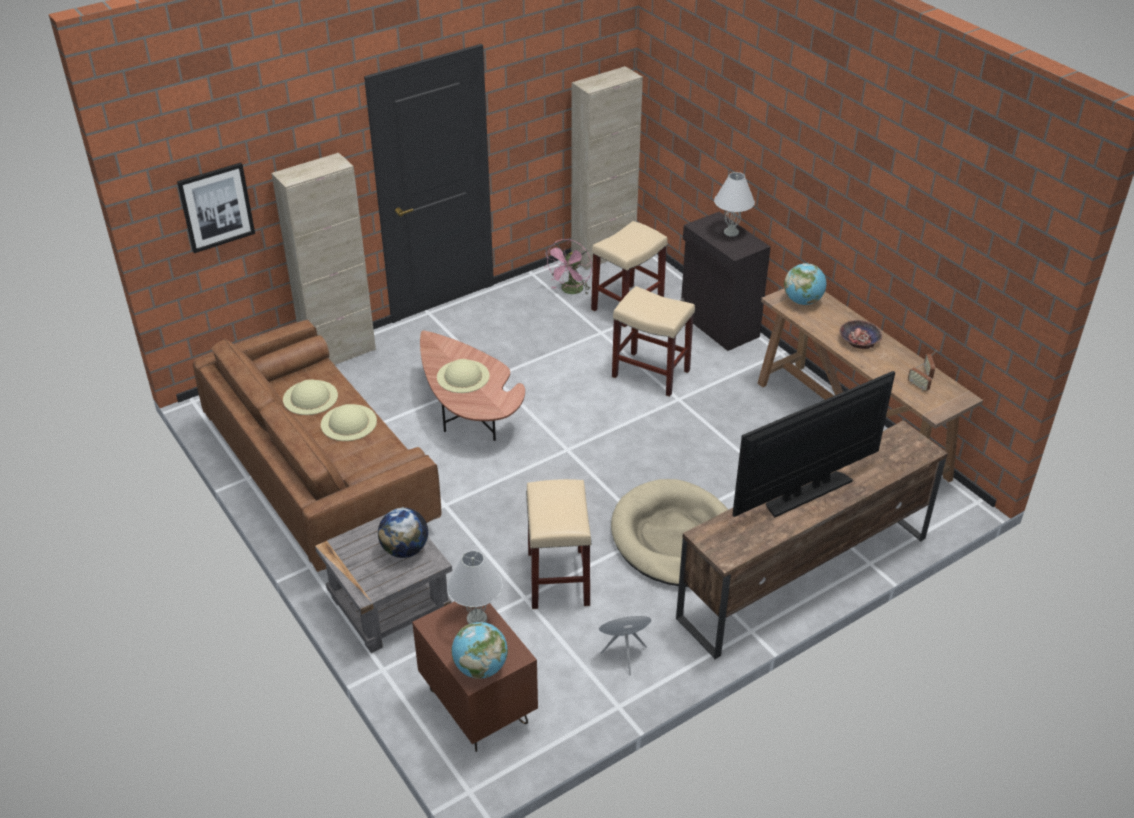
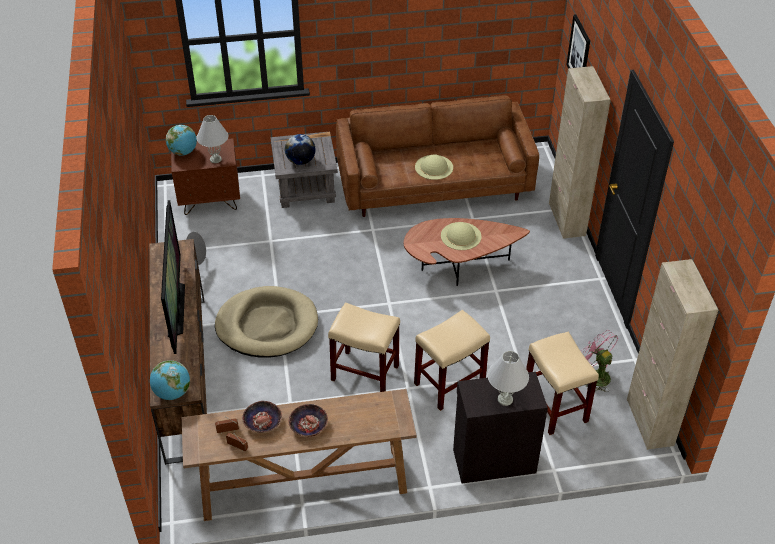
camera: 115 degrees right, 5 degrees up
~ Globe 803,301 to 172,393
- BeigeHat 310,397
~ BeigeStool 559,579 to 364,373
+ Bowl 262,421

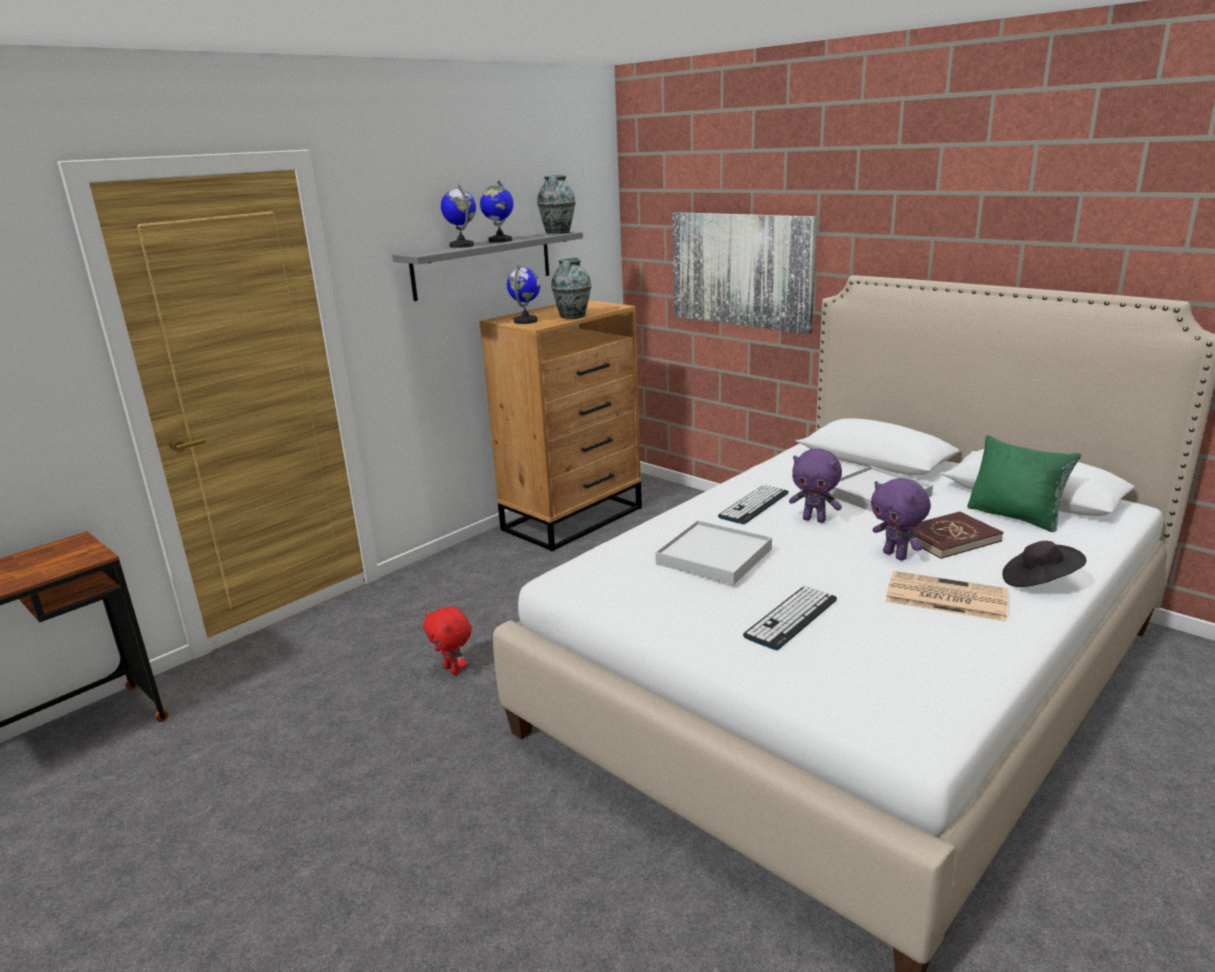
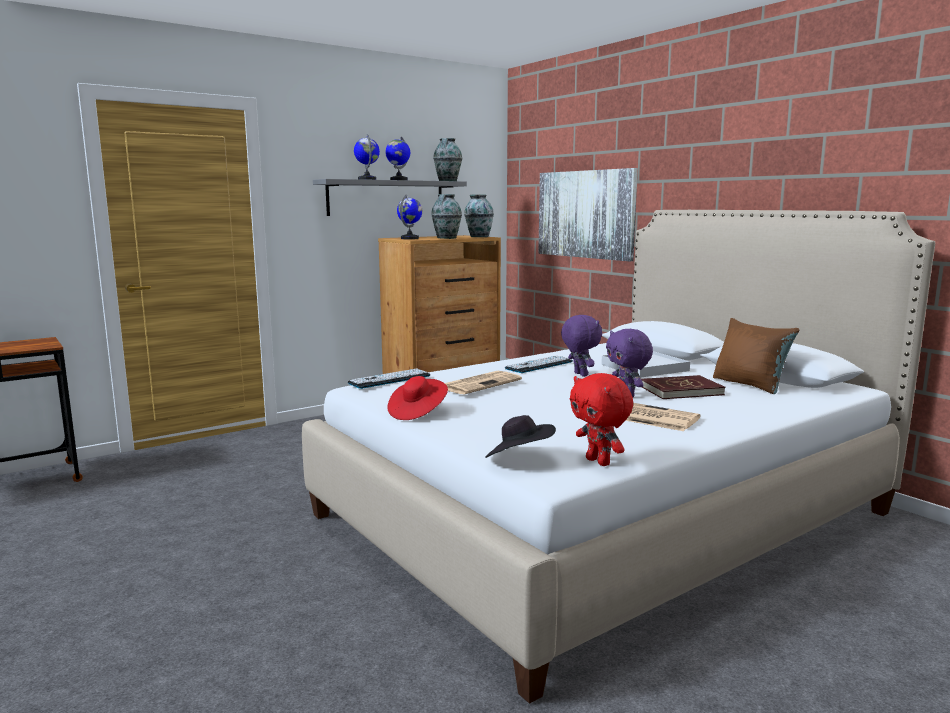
camera: 10 degrees right, 10 degrees down
~ GreenPillow 1015,516 to BrownPillow 750,385
~ PurplePlushToy 814,519 = 579,374 150 degrees counterclockwise
~ WhiteTray 714,556 to Newspaper 480,383
~ BlackHat 1038,582 to 519,458
~ Keyboard 791,618 to 390,380
~ RedPlushToy 453,670 to 599,462
+ Vase 479,237
+ RedHat 417,413

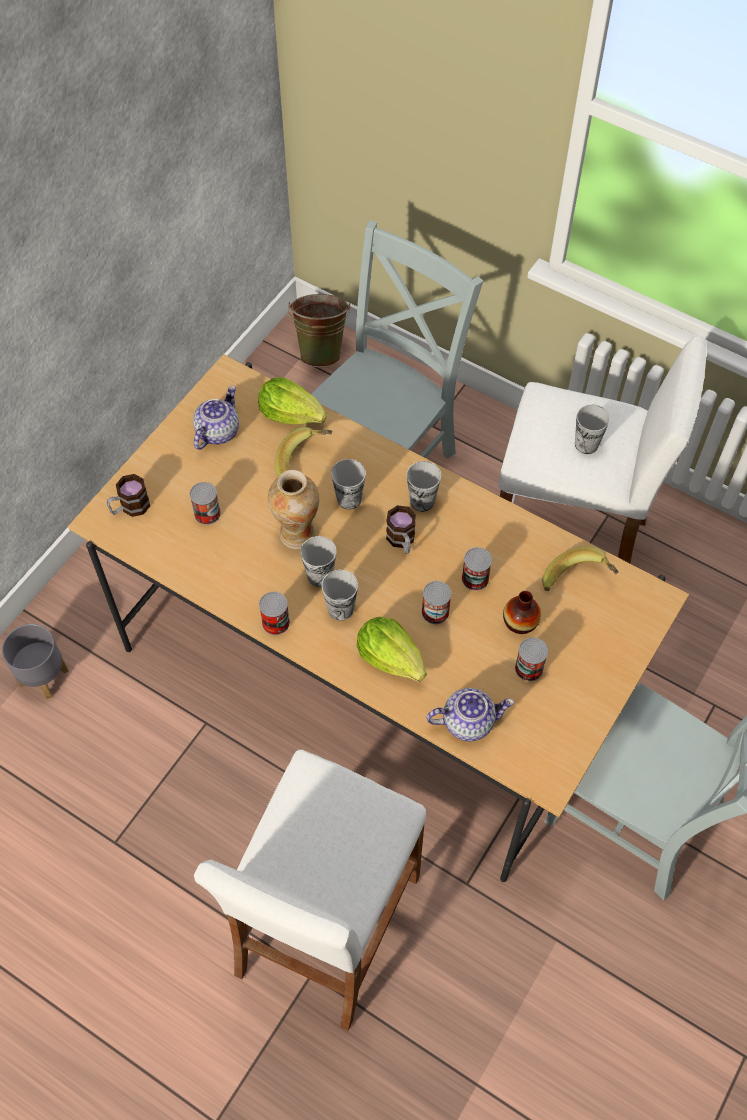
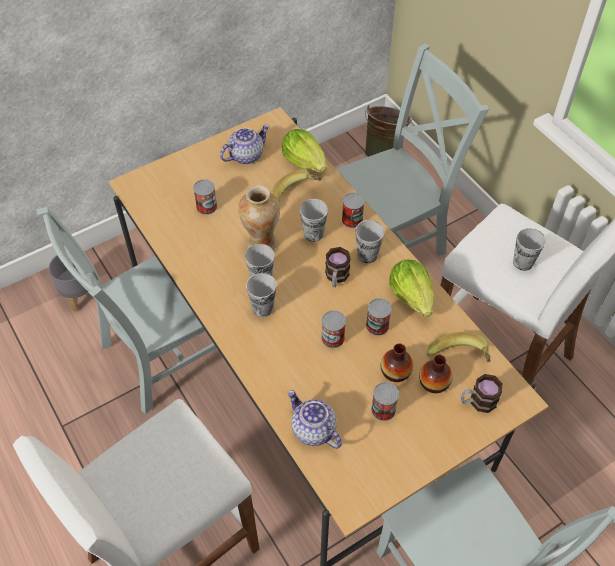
camera: 25 degrees right, 5 degrees down
~ Mug 130,507 to 477,401
~ Can 275,622 to 352,220
~ Lettuce 391,658 to 412,296
~ Teapot 468,721 = 312,430 150 degrees counterclockwise
+ GreyChair 161,356
+ Vase 434,382

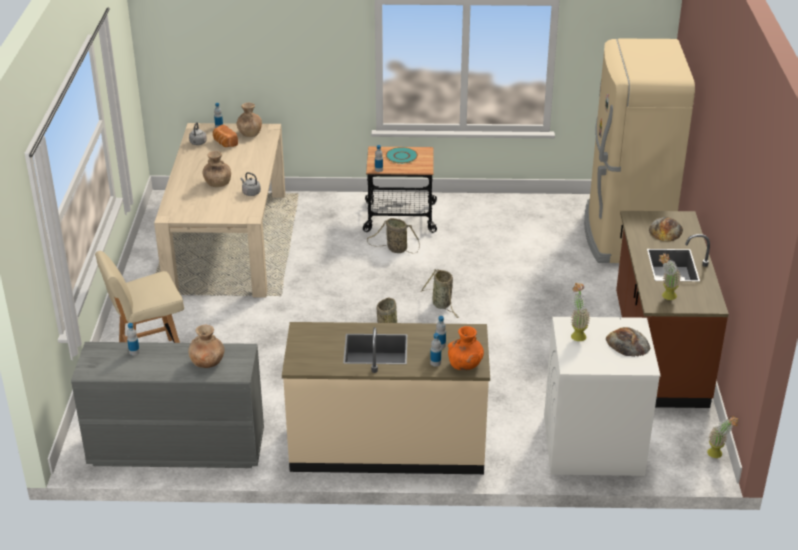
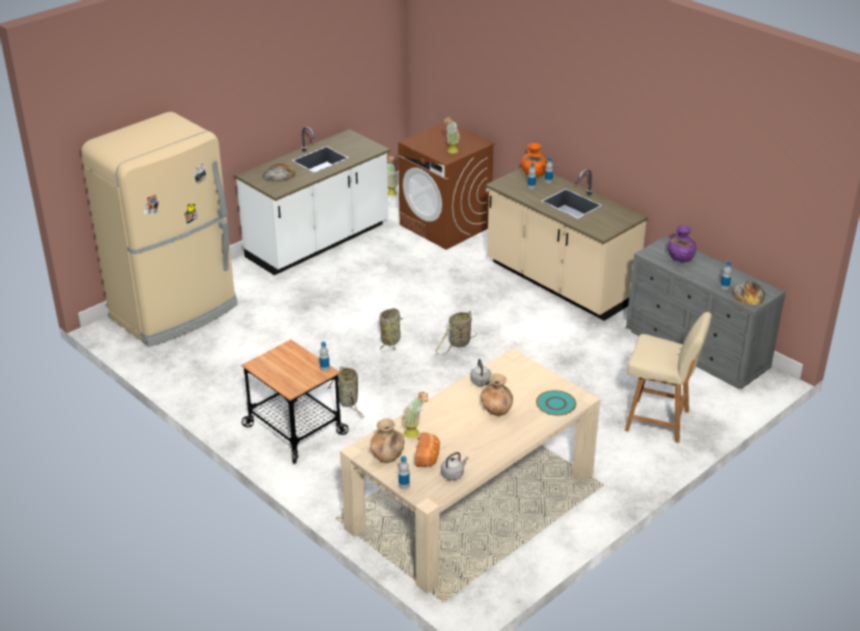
camera: 135 degrees left, 0 degrees up
~ TurquoisePlate 401,156 to 556,404
~ BrownCounter 658,351 to WhiteCounter 318,242
~ PottedPlant 666,297 to 415,434
~ WhiteWashingMachine 592,445 to BrownWashingMachine 445,226
~ BrownVase 207,362 to PurpleVase 680,258
~ Bread 627,343 to 748,294

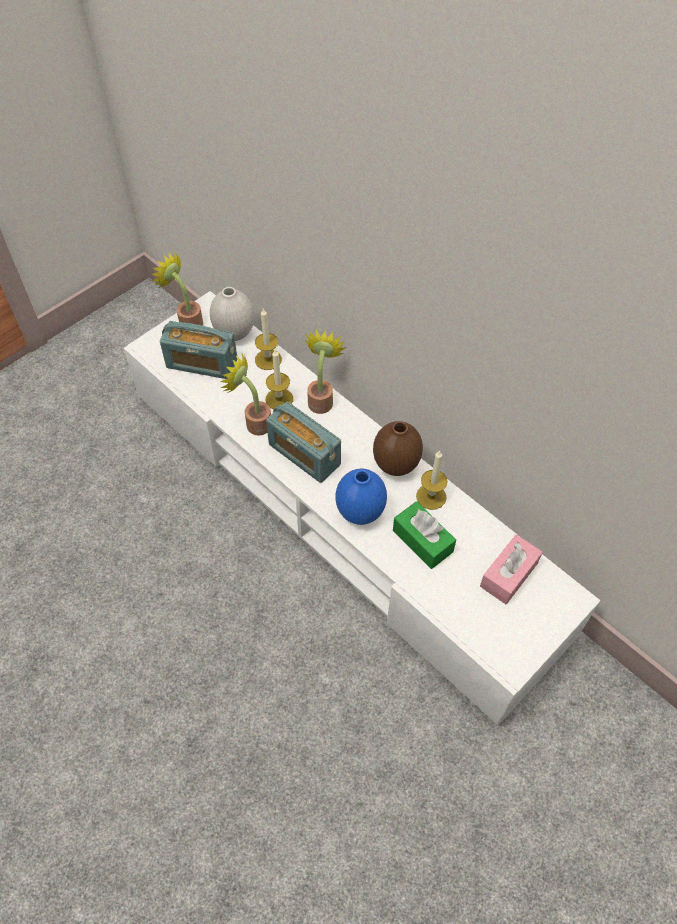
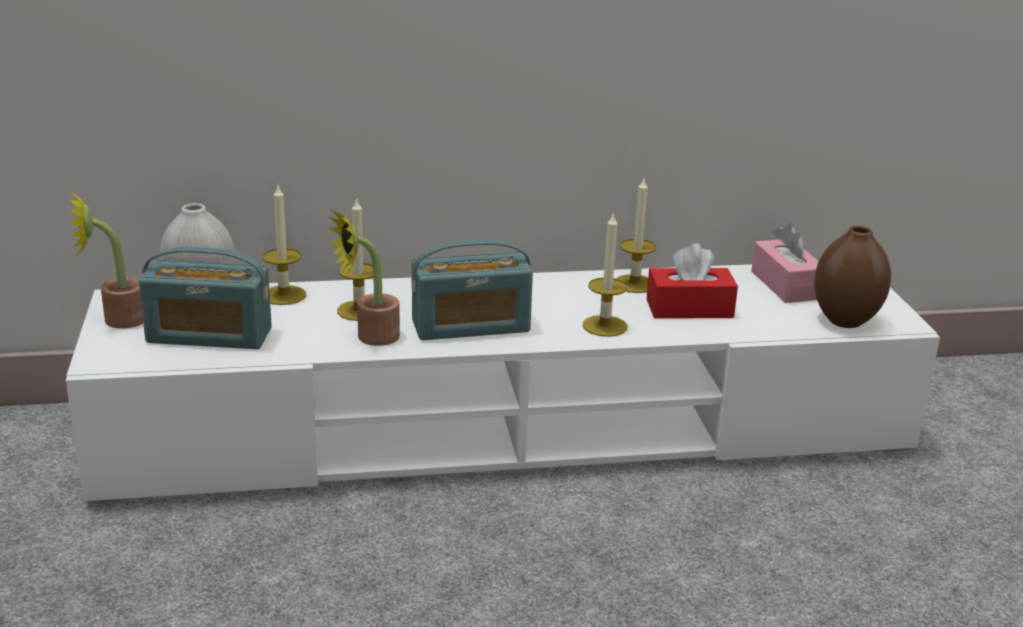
camera: 55 degrees left, 30 degrees down
~ Radio 202,364 = 209,336 45 degrees clockwise
- PottedPlant 321,399
~ BrownVase 396,465 to 845,321
~ BlueVase 360,512 to Candle 605,326
~ GreenTissueBox 422,541 to RedTissueBox 689,308

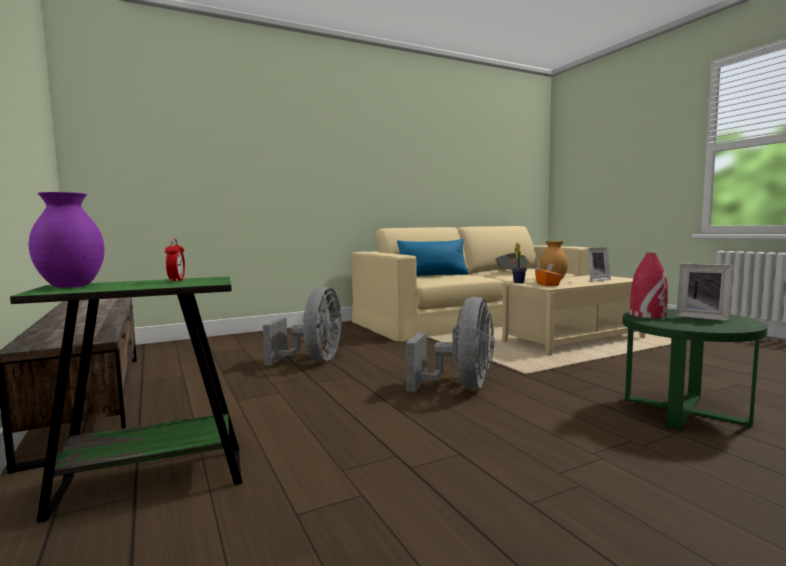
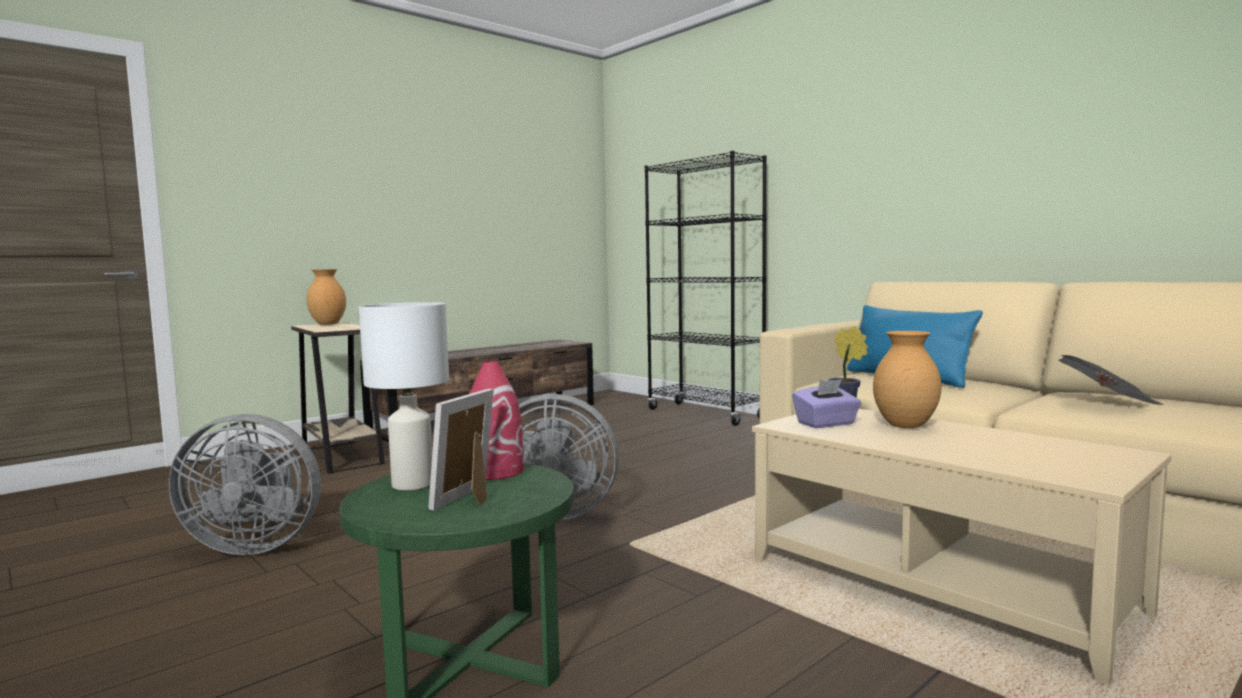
camera: 75 degrees right, 0 degrees up
~ PurpleVase 70,286 to BrownVase 327,324
- AlarmClock 176,281
- PictureFrame 596,280
~ OrangeTissueBox 548,285 to PurpleTissueBox 826,424
~ GreenSideTable 152,481 to BeigeSideTable 341,456
~ GreyFan 314,360 to 255,545
+ BlackBookcase 705,414
+ WhiteTableLamp 413,484

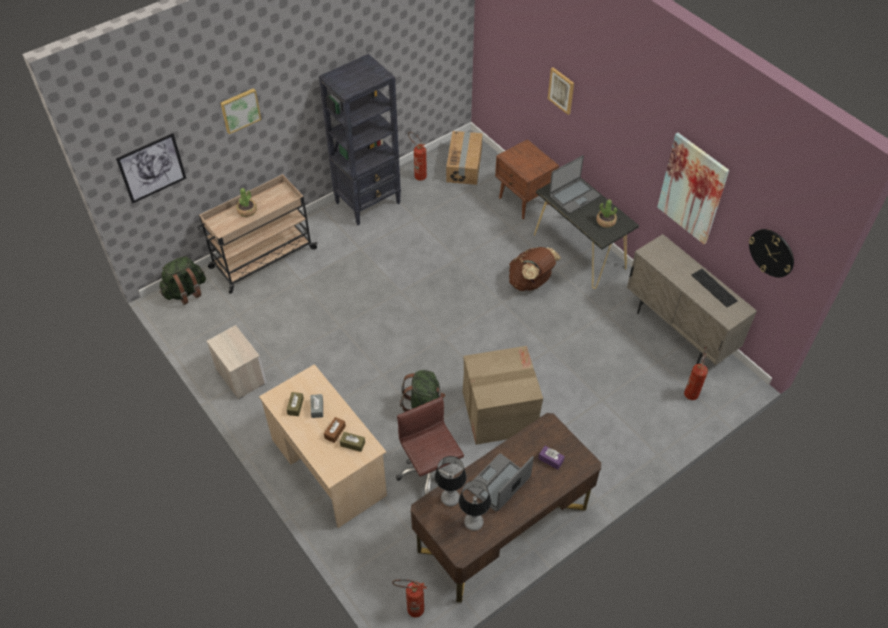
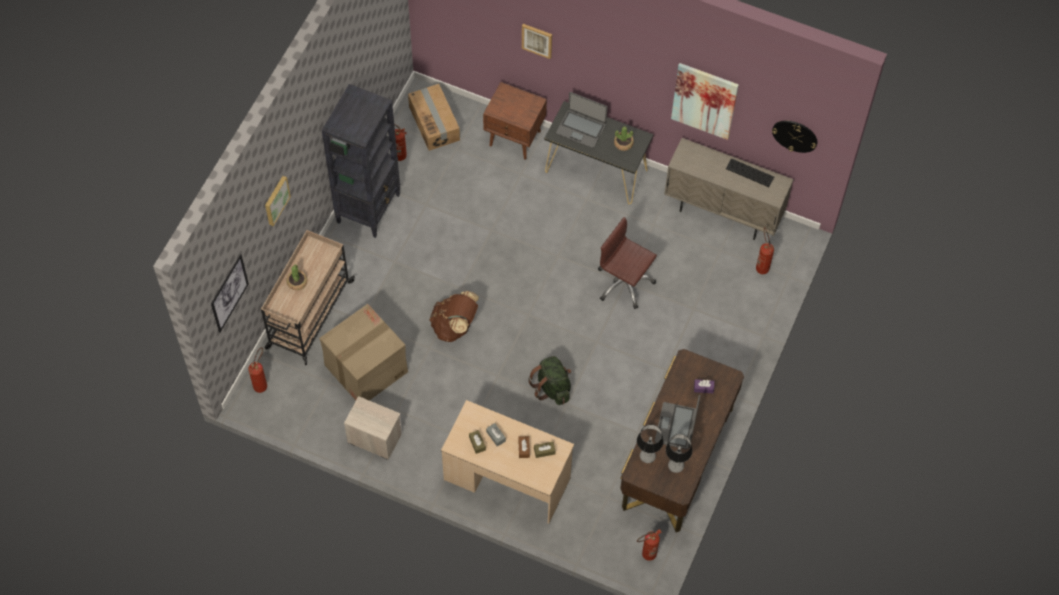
camera: 30 degrees left, 10 degrees up
~ Laptop 574,196 = 581,129 90 degrees clockwise
~ BrownBackpack 531,282 to 455,326
~ GreenBackpack 185,292 to FireExtinguisher 262,383
~ CardboardBox 498,412 to 365,369
~ BrownOfficeChair 430,473 to 624,283

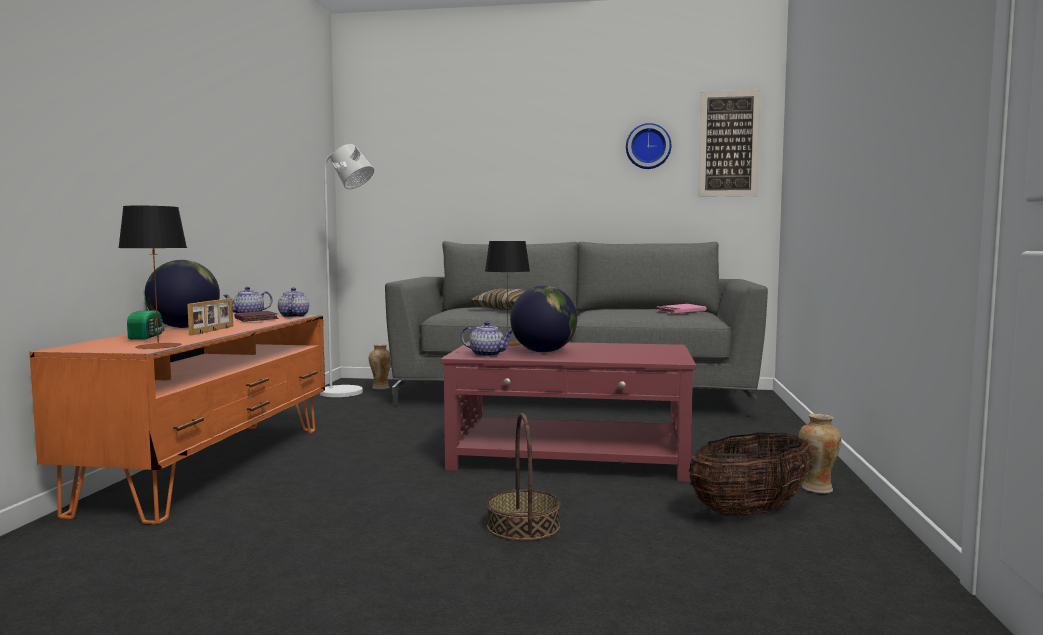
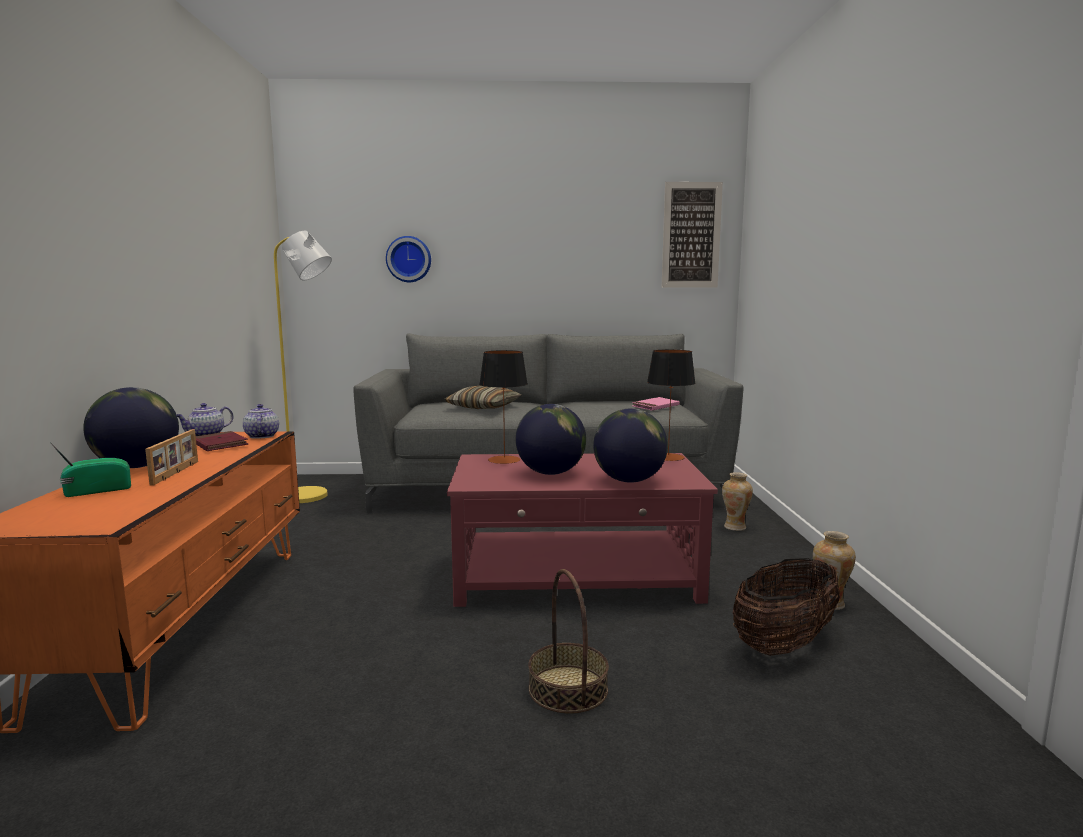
camera: 10 degrees left, 5 degrees up
~ WallClock 648,146 to 409,259
~ WhiteFloorLamp 348,393 to YellowFloorLamp 312,497
~ TableLamp 158,346 to 668,457
~ Radio 147,336 = 96,490 105 degrees counterclockwise
- Teapot 488,354
~ Vase 381,388 to 735,527
+ Globe 629,480

